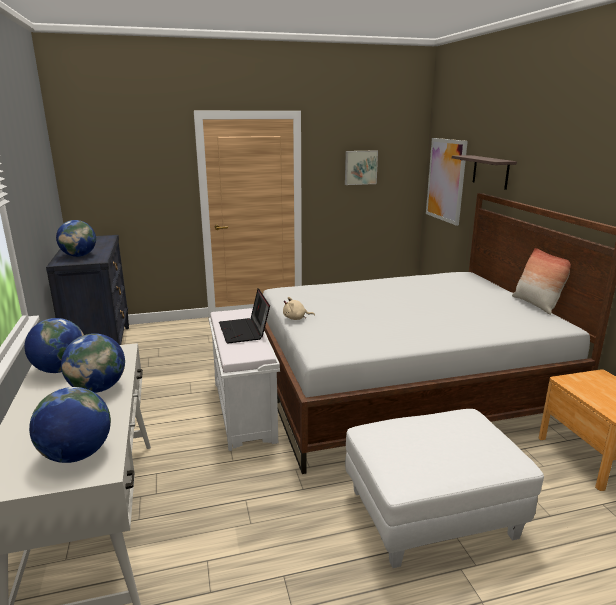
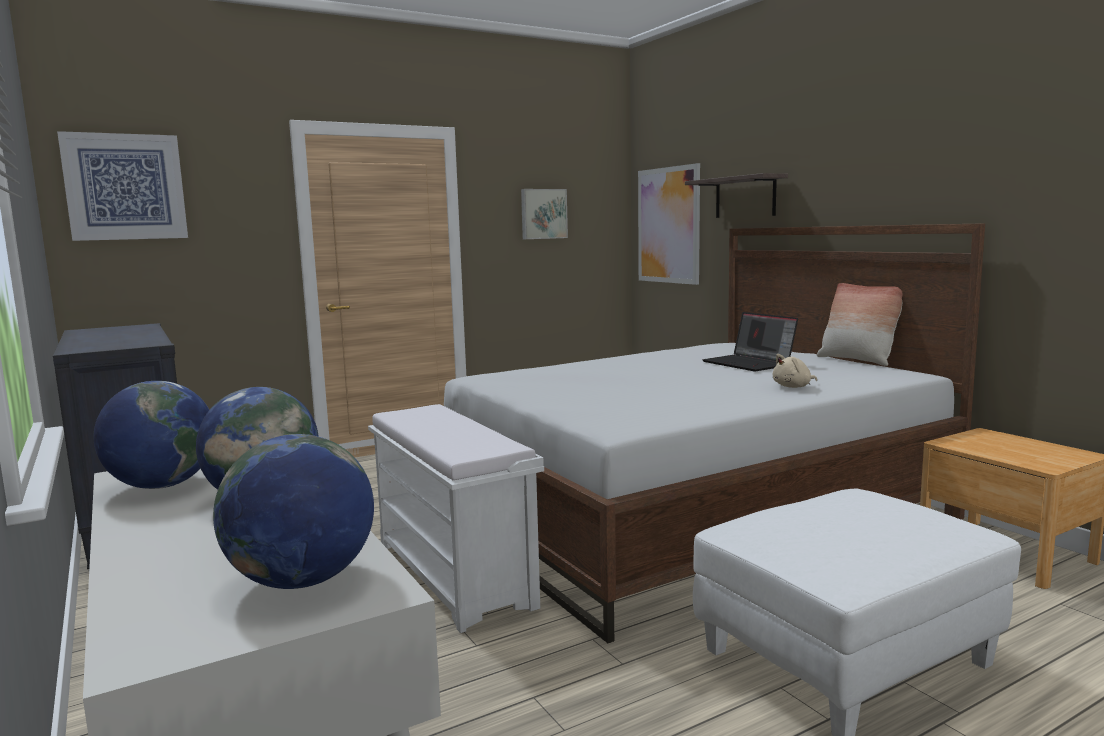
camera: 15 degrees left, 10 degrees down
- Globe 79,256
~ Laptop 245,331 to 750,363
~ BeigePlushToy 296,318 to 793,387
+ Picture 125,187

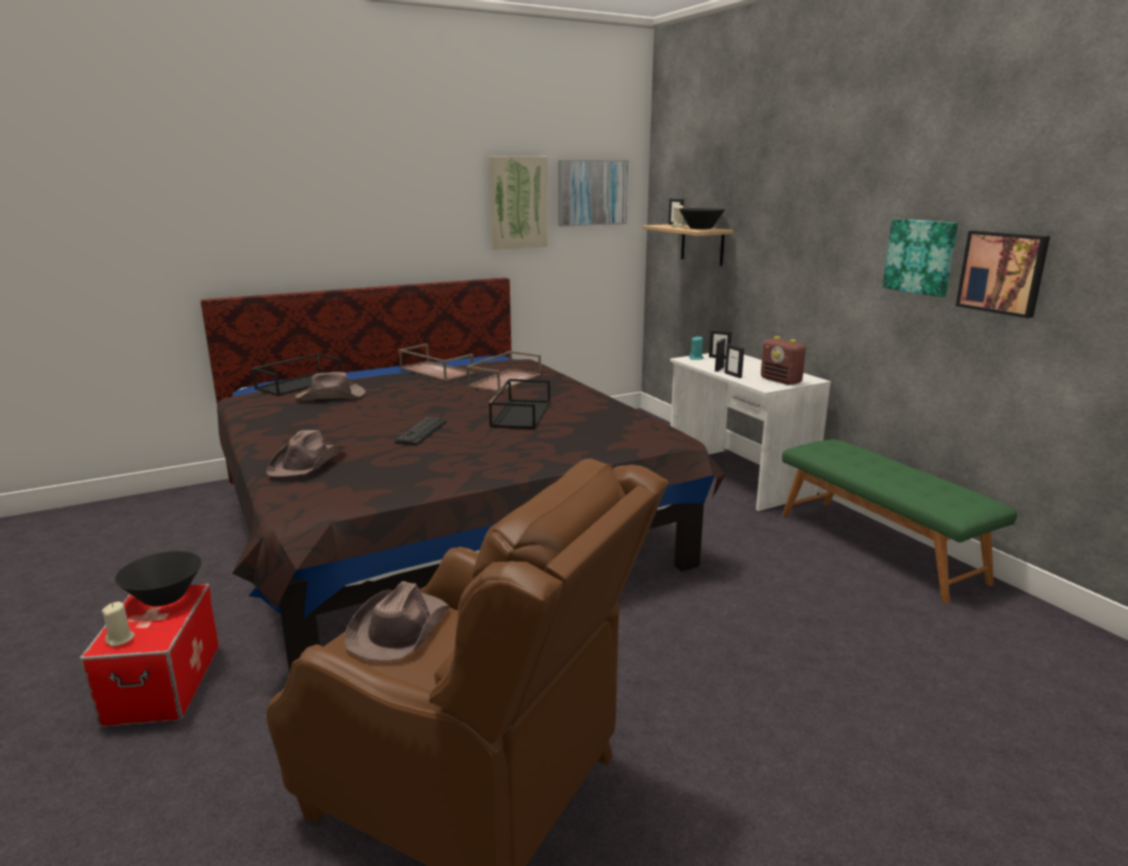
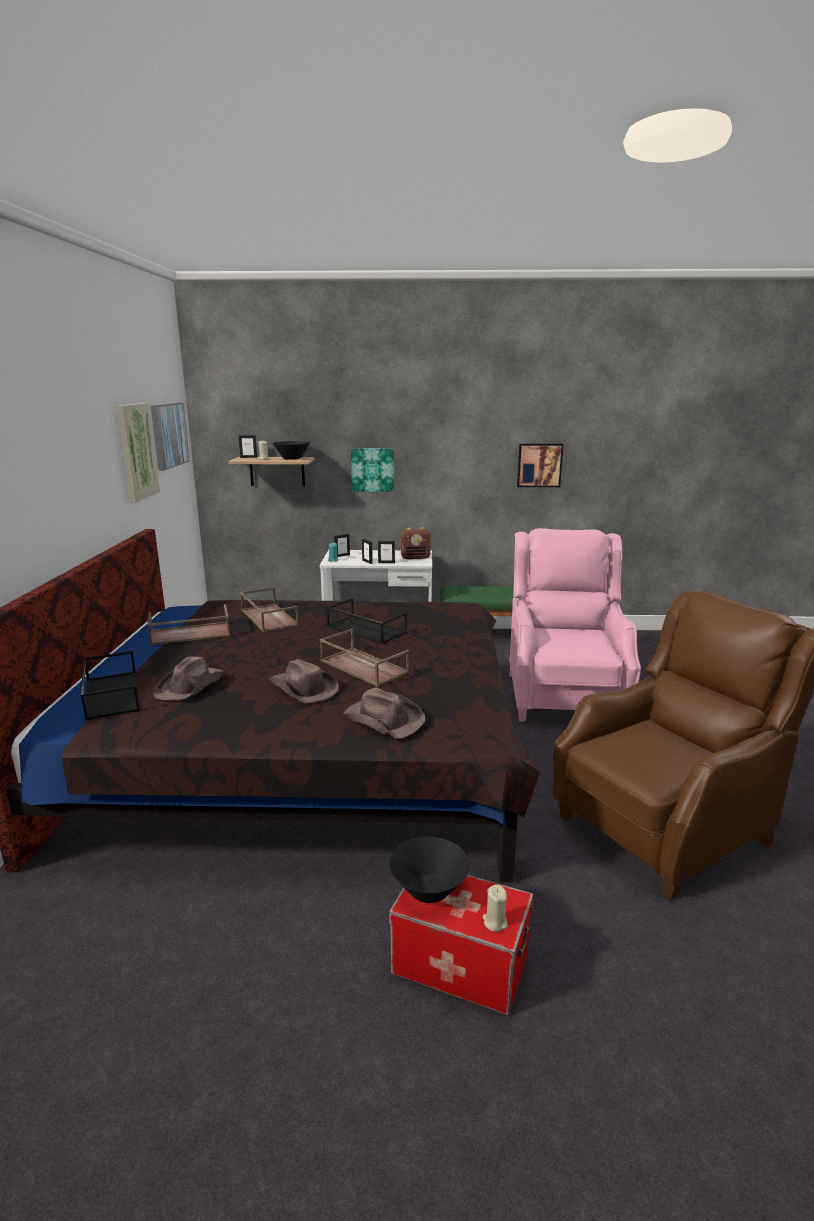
camera: 60 degrees left, 0 degrees up
~ Picture 920,256 to 372,469
~ Keyboard 421,432 to BrownTray 362,666
~ BrownHat 398,629 to 303,689
+ PinkArmchair 563,695

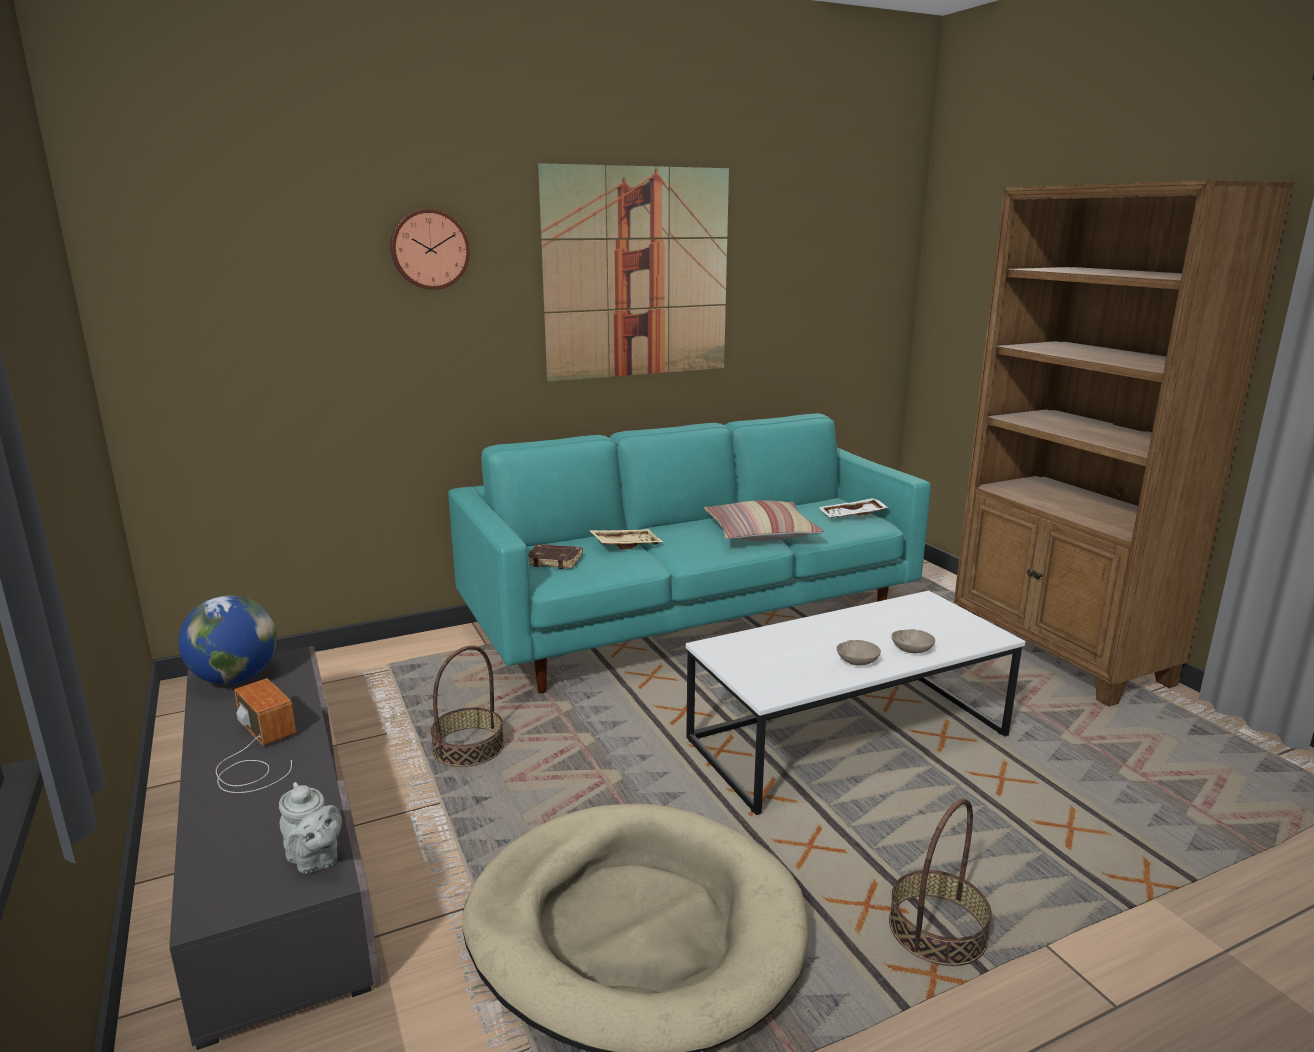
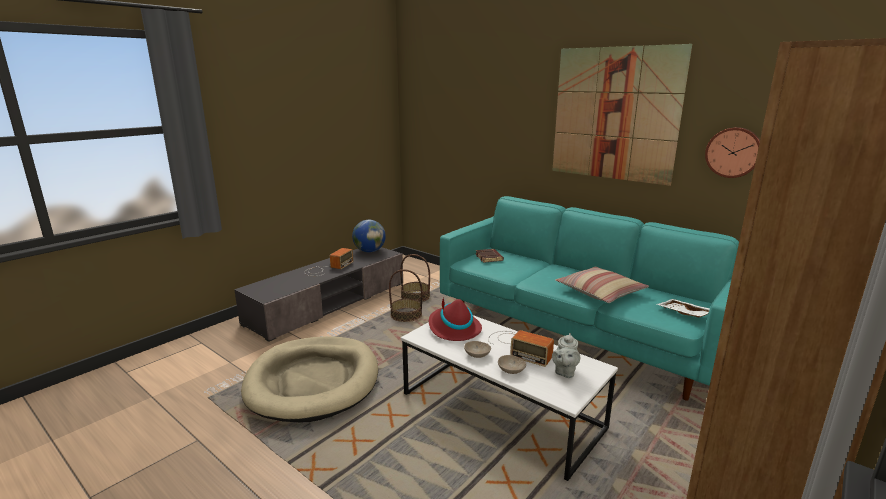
camera: 65 degrees right, 0 degrees up
~ WallClock 429,249 to 733,152
- BeigeTray 625,545
~ GreyTeapot 314,860 to 564,372
~ Basket 937,930 to 415,296
+ RedHat 453,328
+ Radio 518,347

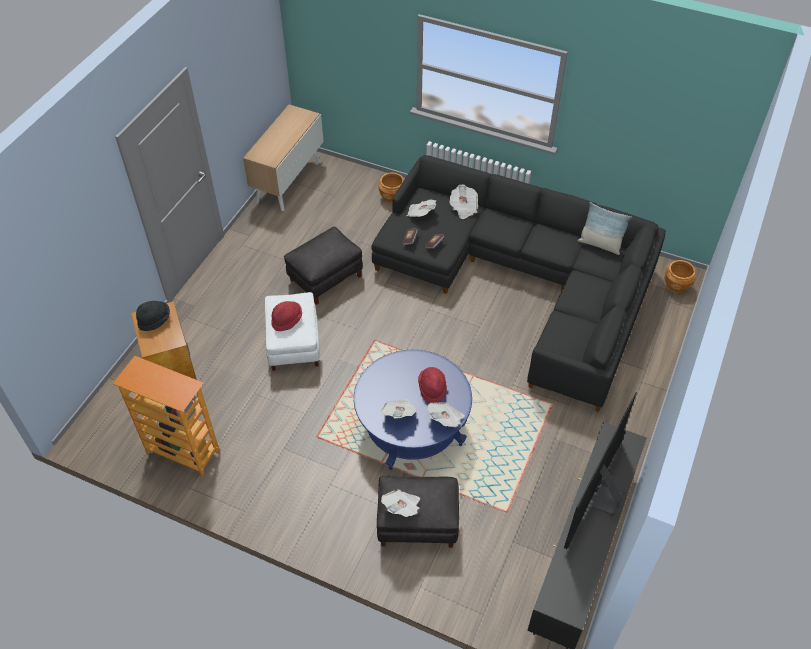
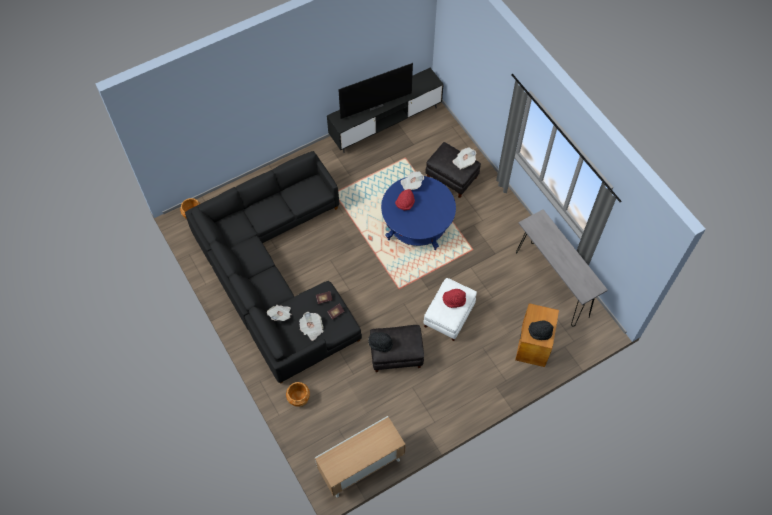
camera: 145 degrees left, 10 degrees up
- Pillow 600,244
~ Bookcase 182,453 to GreyConsoleTable 552,283
- Newspaper 399,413
+ BlackHat 380,344

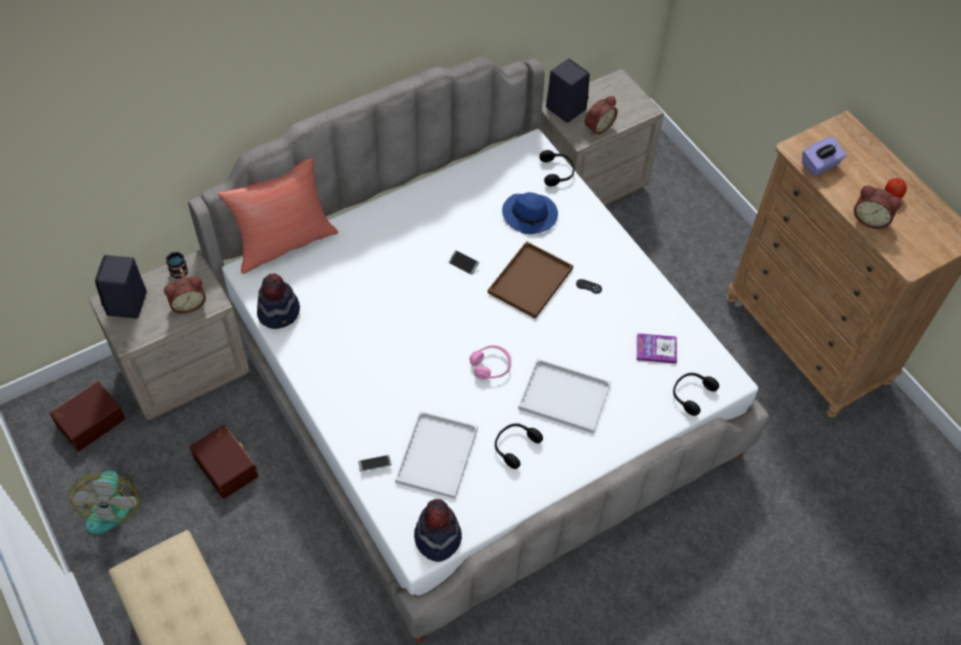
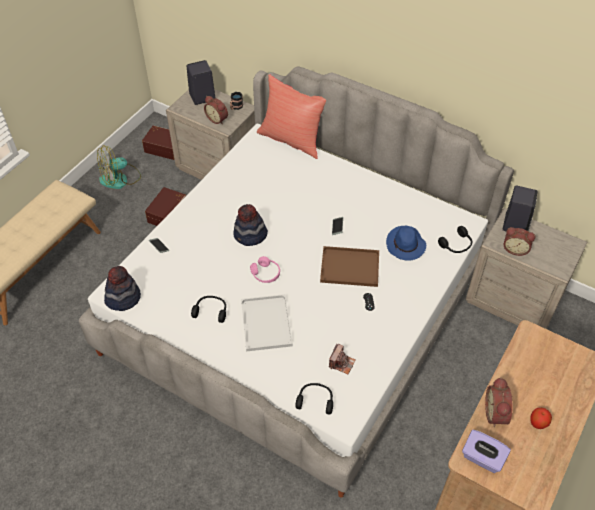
camera: 65 degrees right, 5 degrees down
~ PurpleTissueBox 820,165 to 482,458
~ Hat 279,312 to 250,235
~ Book 656,349 to PhotoCamera 341,363
- WhiteTray 437,457

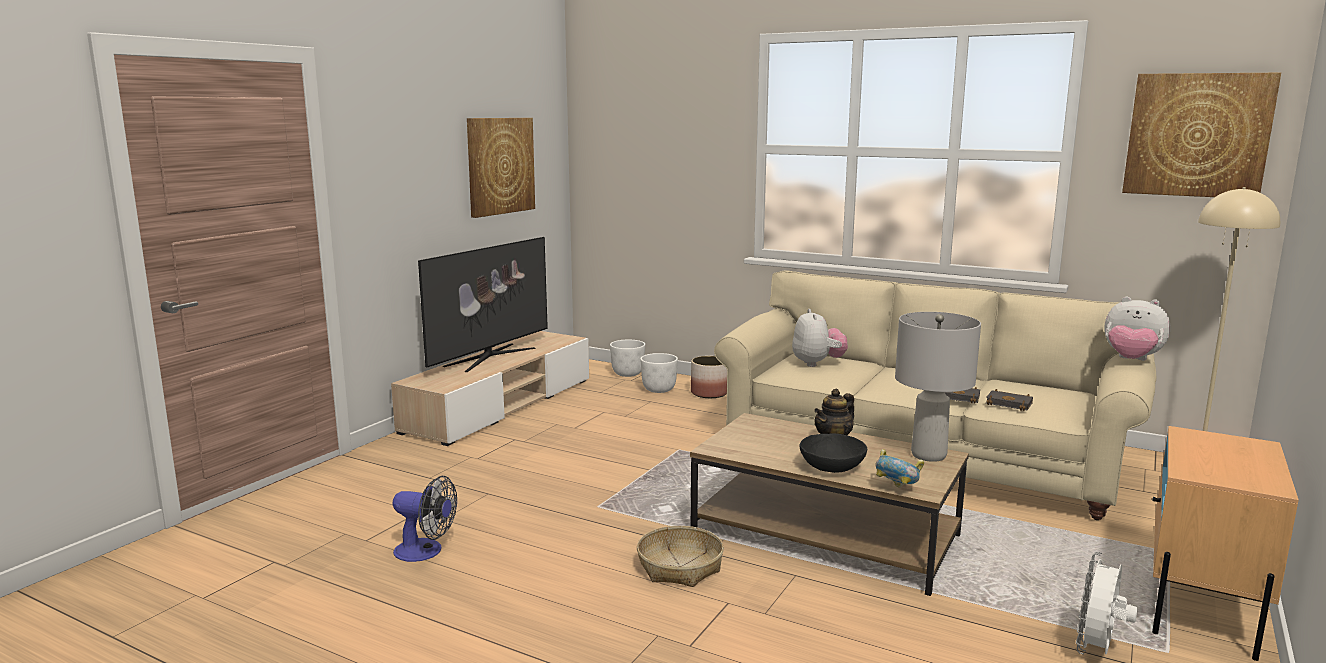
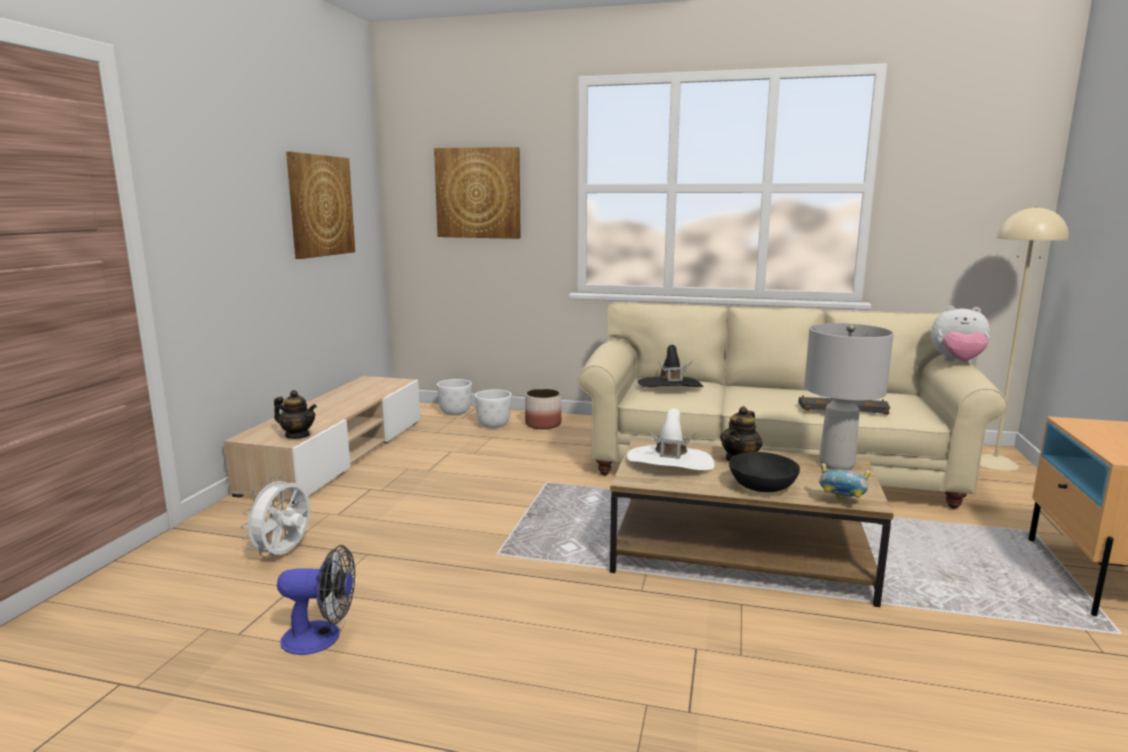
camera: 15 degrees left, 0 degrees up
~ Picture 1197,135 to 478,193
- Television 489,357
~ PlushToy 817,363 to BlackHat 670,386
- Basket 680,567
~ WhiteFan 1097,651 to 284,554
+ Teapot 298,435
+ WhiteHat 670,463

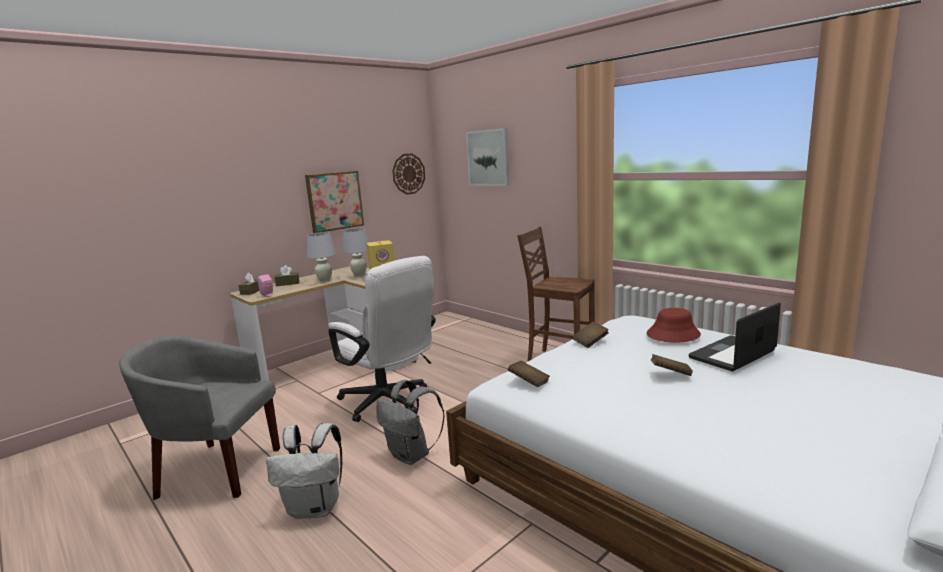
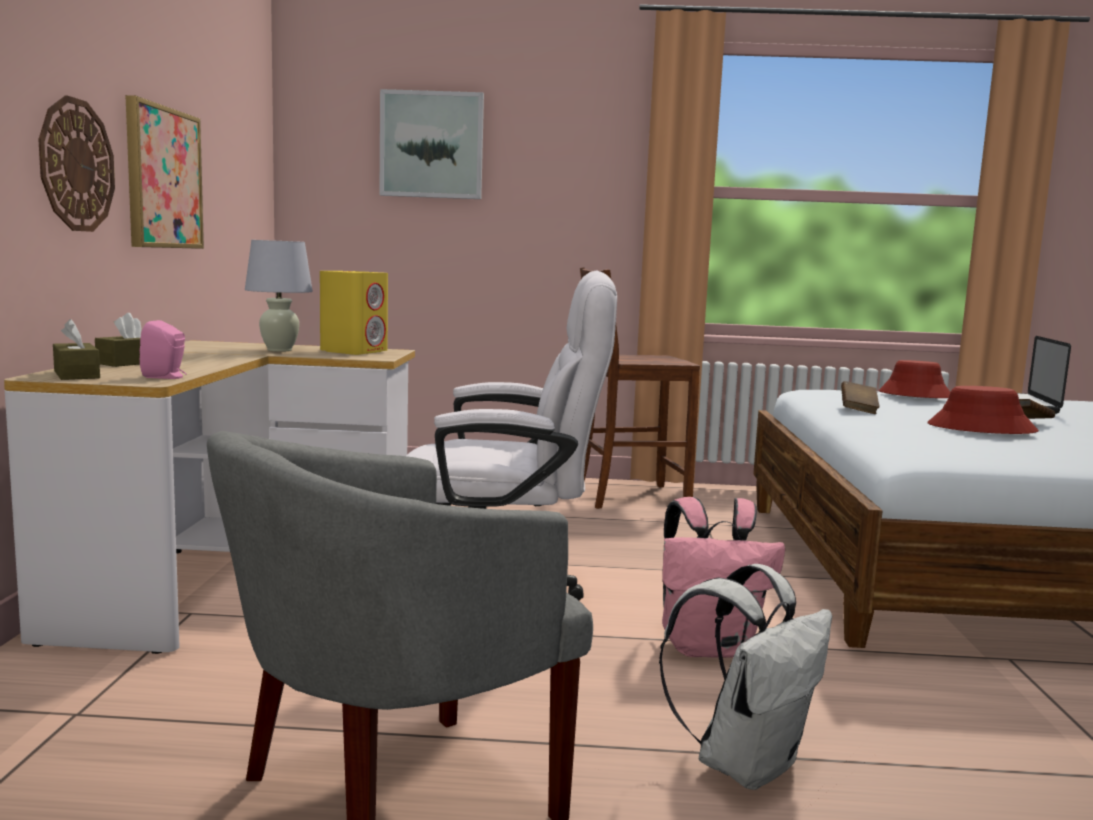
camera: 45 degrees left, 5 degrees down
~ WallClock 408,174 to 76,165
- WhiteTableLamp 324,280
- BrownBook 529,382
~ GreyBackpack 412,455 to PinkBackpack 709,646
+ RedHat 980,429

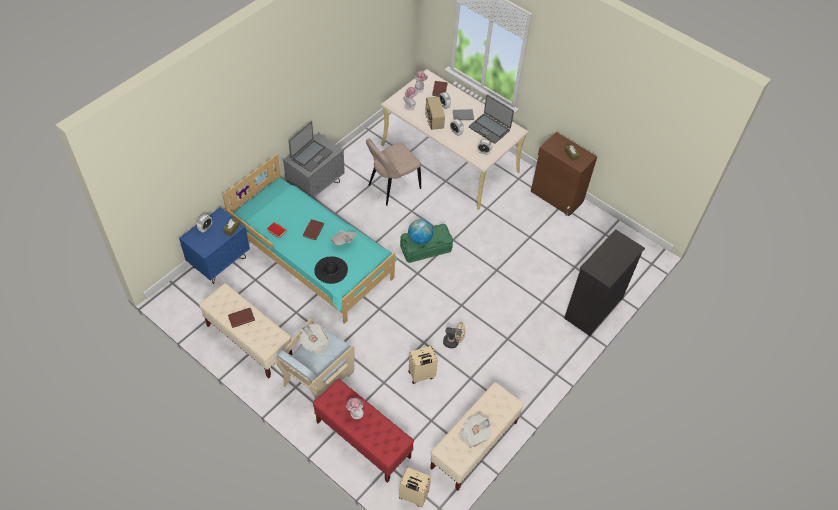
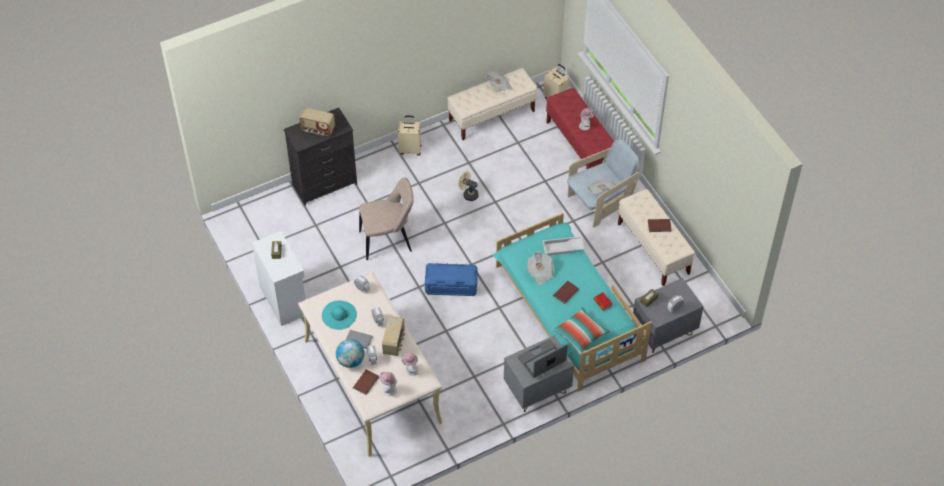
camera: 155 degrees left, 0 degrees up
~ Laptop 489,128 to TurquoiseHat 339,315
~ BrownCabinet 556,197 to WhiteCabinet 284,299
~ BeigeChair 392,188 to 388,241
~ BlueNightstand 220,263 to GreyNightstand 663,333
~ Globe 420,239 to 350,361
~ GreenStorageBox 425,249 to BlueStorageBox 451,285
~ BlackHat 331,270 to WhiteTray 562,248
~ BeigeSuitcase 421,375 to 410,149
+ Radio 318,130
+ Pillow 580,334

